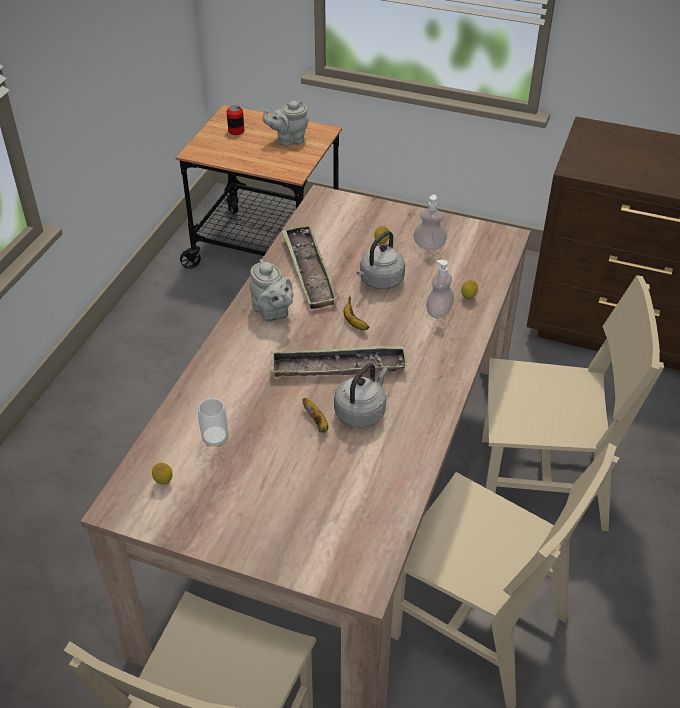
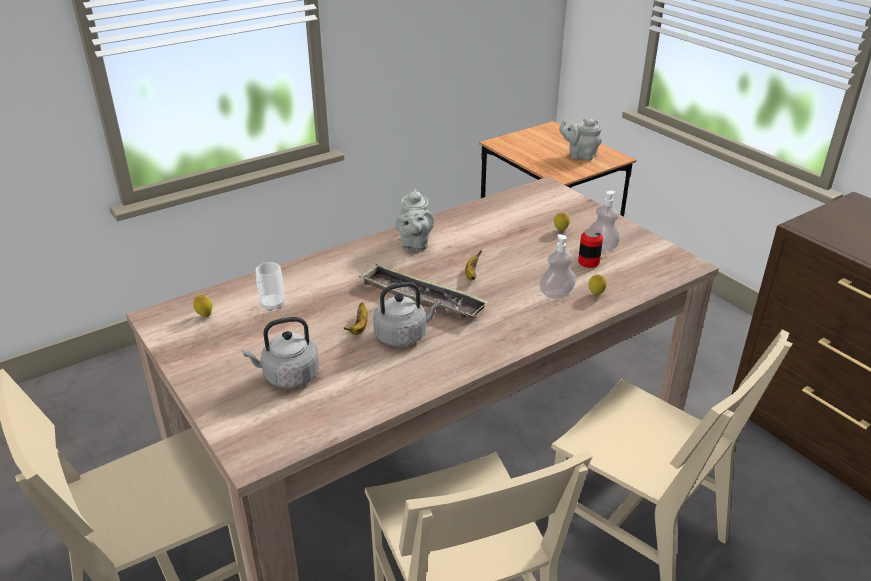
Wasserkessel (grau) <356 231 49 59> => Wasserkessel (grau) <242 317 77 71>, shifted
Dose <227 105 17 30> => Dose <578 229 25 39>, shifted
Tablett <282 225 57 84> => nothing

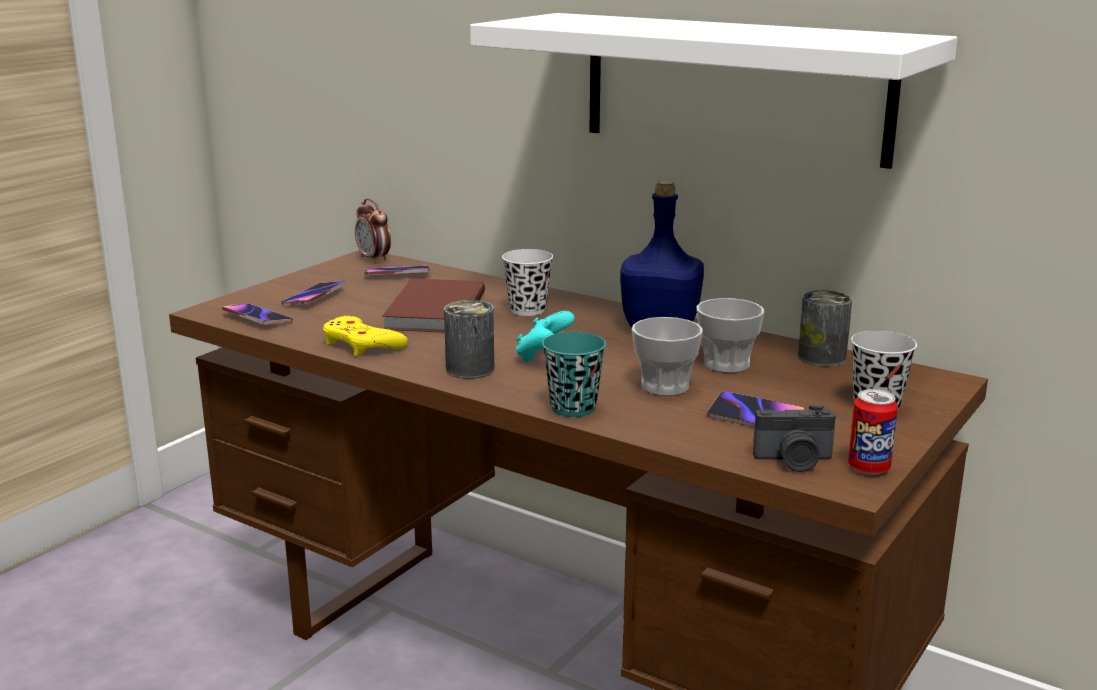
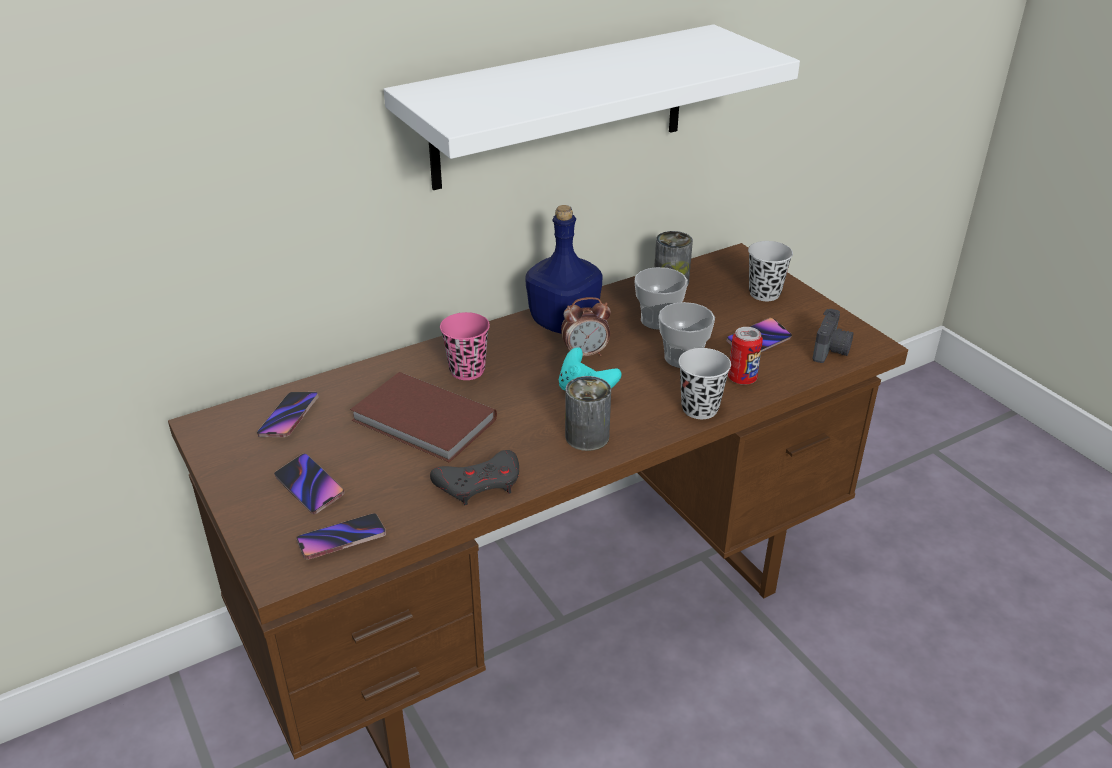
Gamepad (gelb) <323 316 85 40> => Gamepad (grau) <430 450 89 55>
Tasse (weiß) <502 249 51 67> => Tasse (rosa) <440 312 50 68>
Wecker <355 198 36 66> => Wecker <561 297 50 59>, shifted
Tasse (türkis) <542 332 64 85> => Tasse (schwarz) <679 348 52 71>
Dose <848 389 50 86> => Dose <728 327 35 58>, shifted

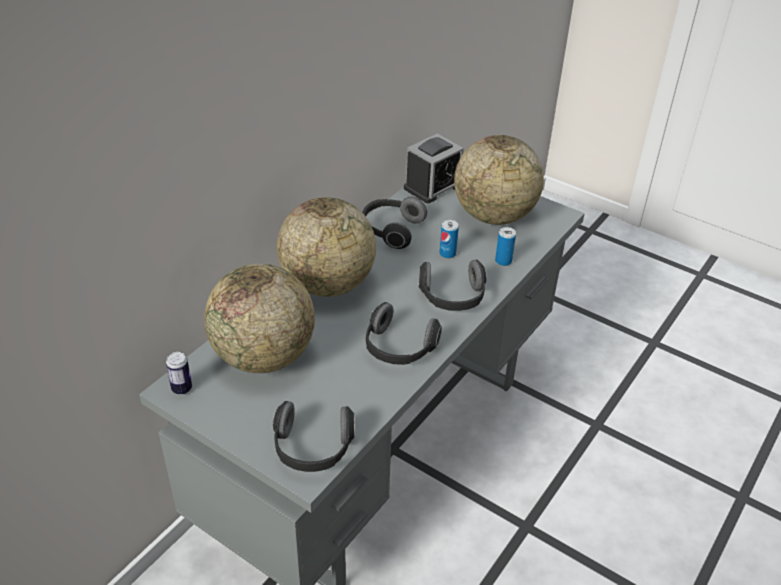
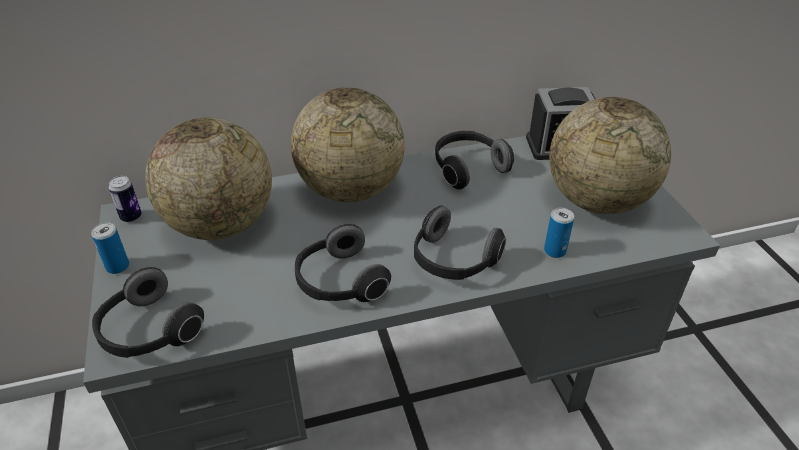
Dose <439 220 20 38> => Dose <91 223 38 51>, shifted

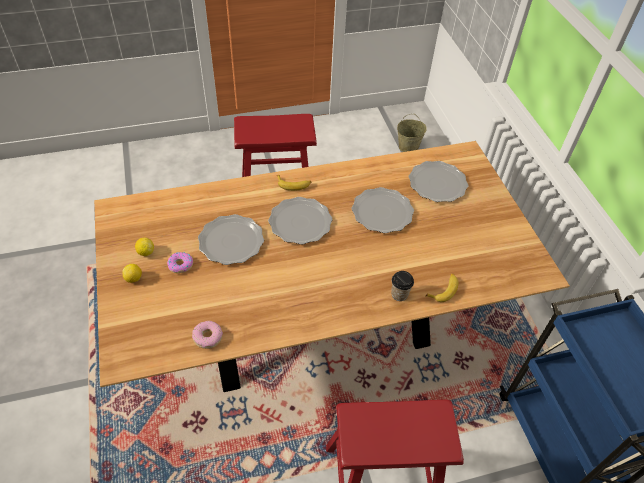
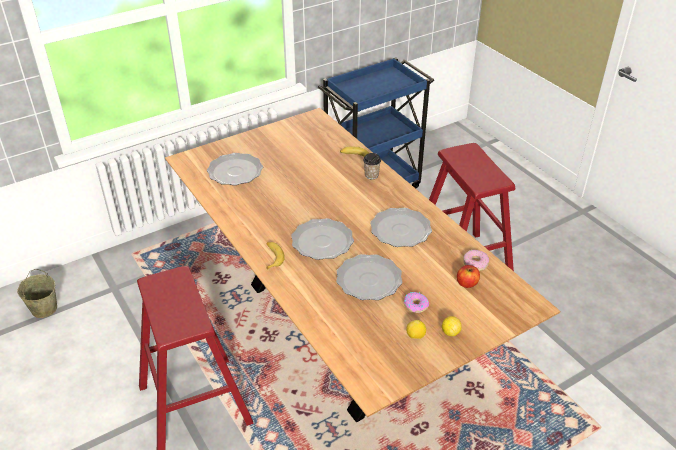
Teller <352 187 62 46> => Teller <370 208 62 39>, shifted
nothing => Apfel <457 265 23 23>

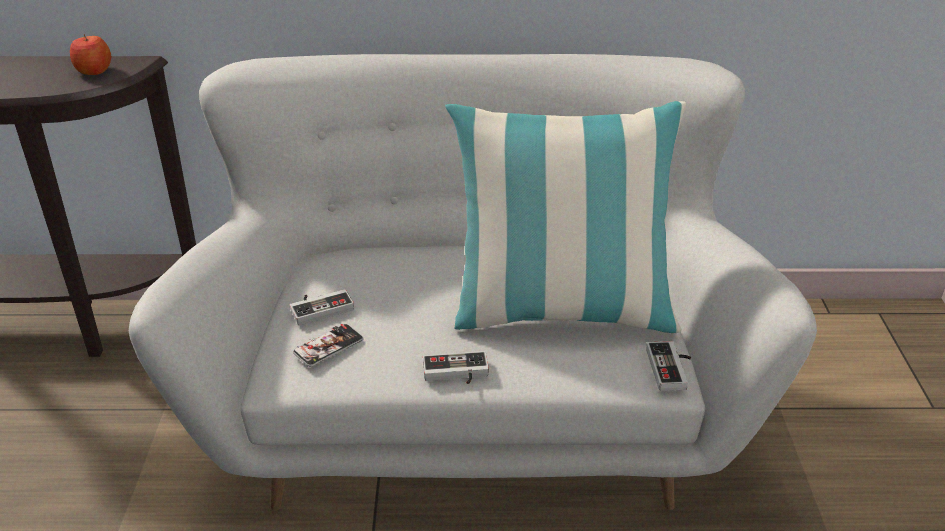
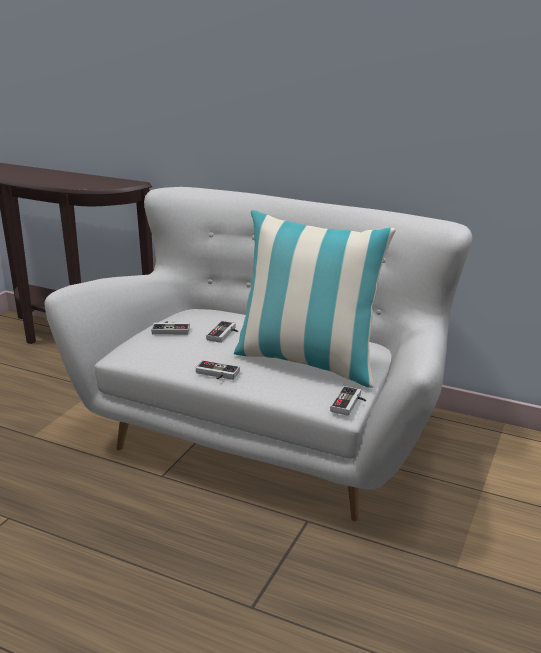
nothing => Gamepad <206 321 32 22>
Apfel <70 34 42 41> => nothing
Handy <293 324 70 43> => nothing

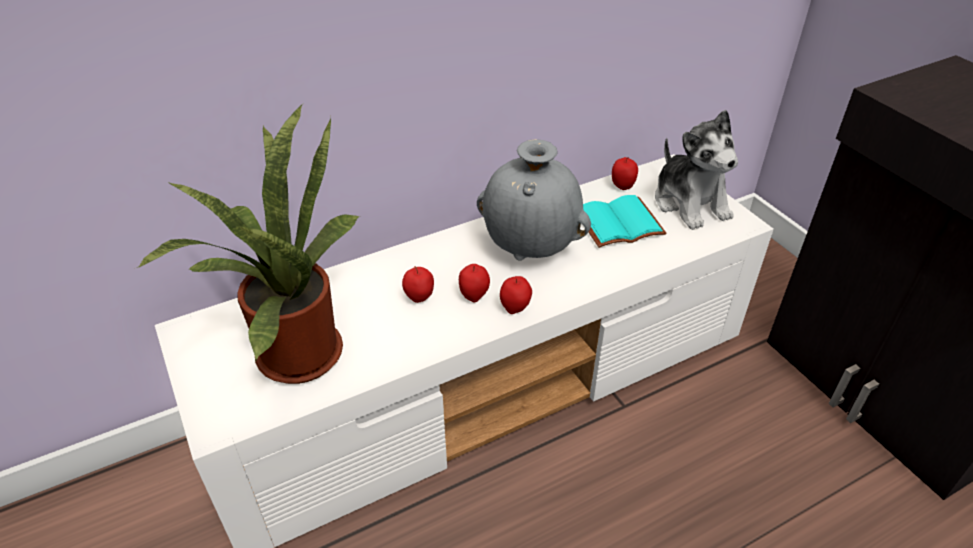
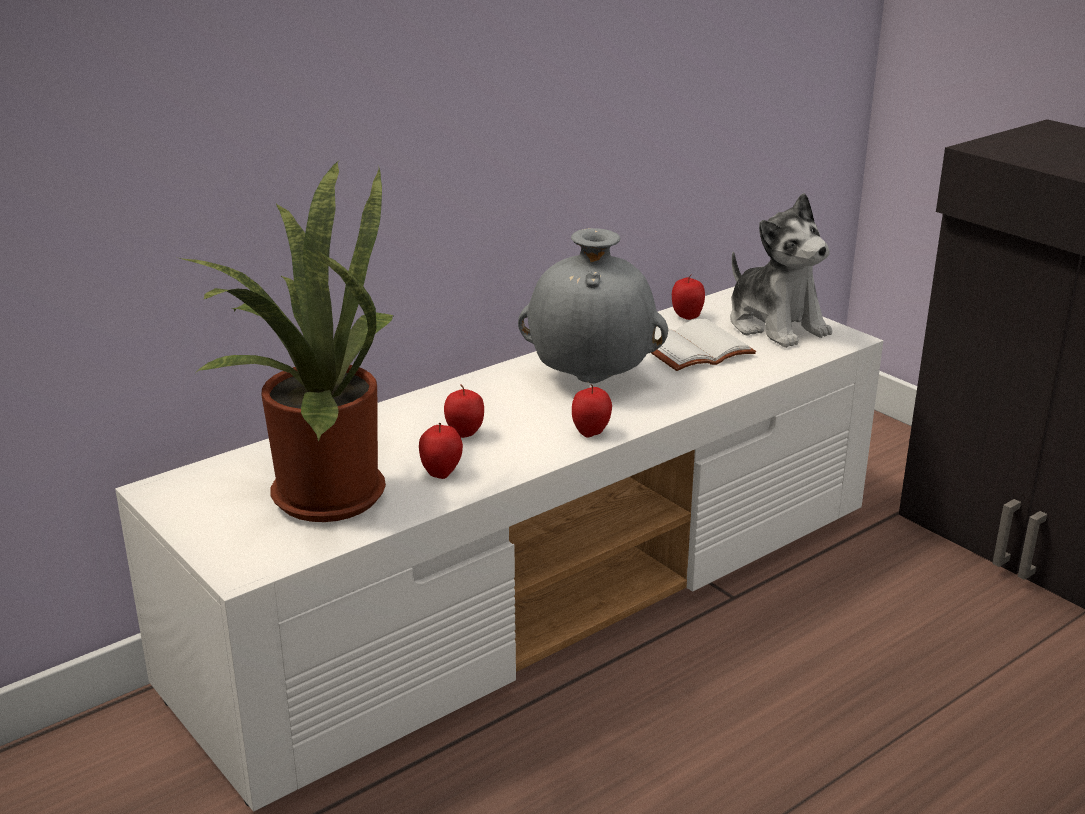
Apfel <459 264 31 39> => Apfel <419 423 44 56>, shifted
Buch (türkis) <583 195 83 53> => Buch (weiß) <651 319 105 52>

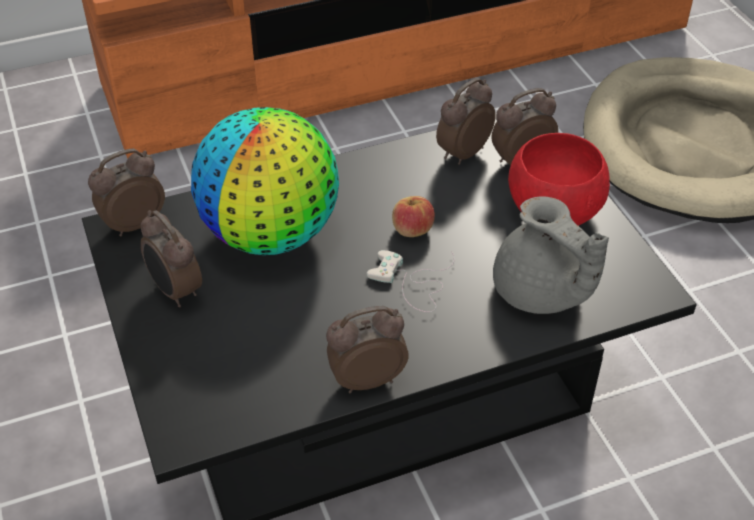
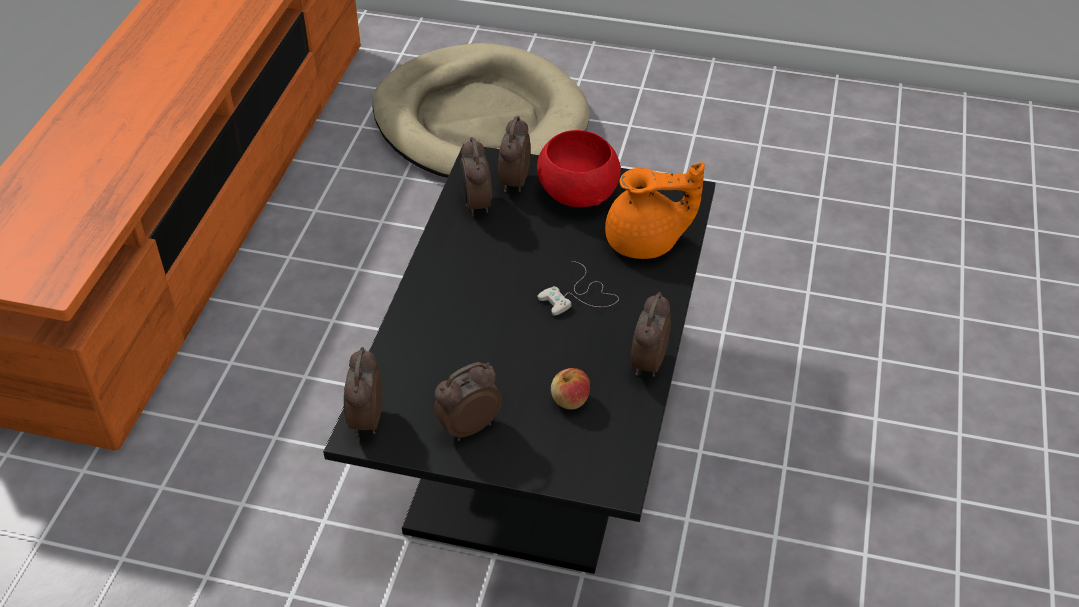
Wecker <141 210 61 97> => Wecker <434 362 68 79>, 150 degrees clockwise
Apfel <392 196 43 41> => Apfel <551 368 39 42>, shifted
Teekanne (grau) <493 196 116 118> => Teekanne (orange) <605 162 100 97>
Globus <191 107 148 148> => nothing

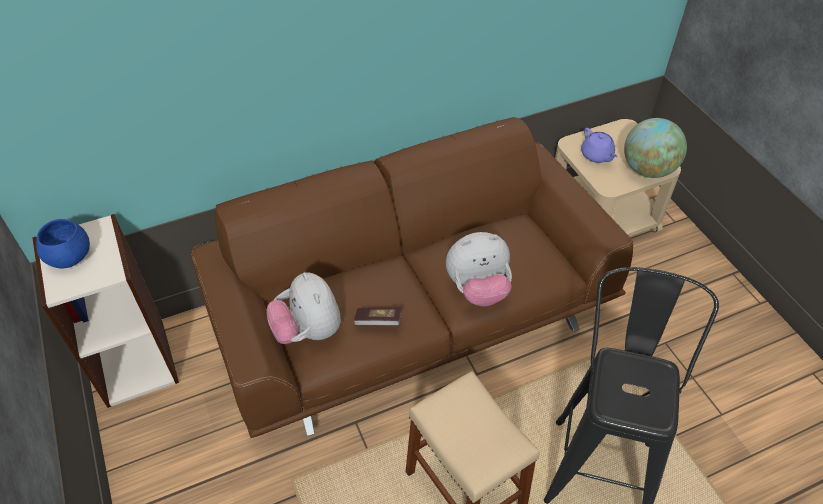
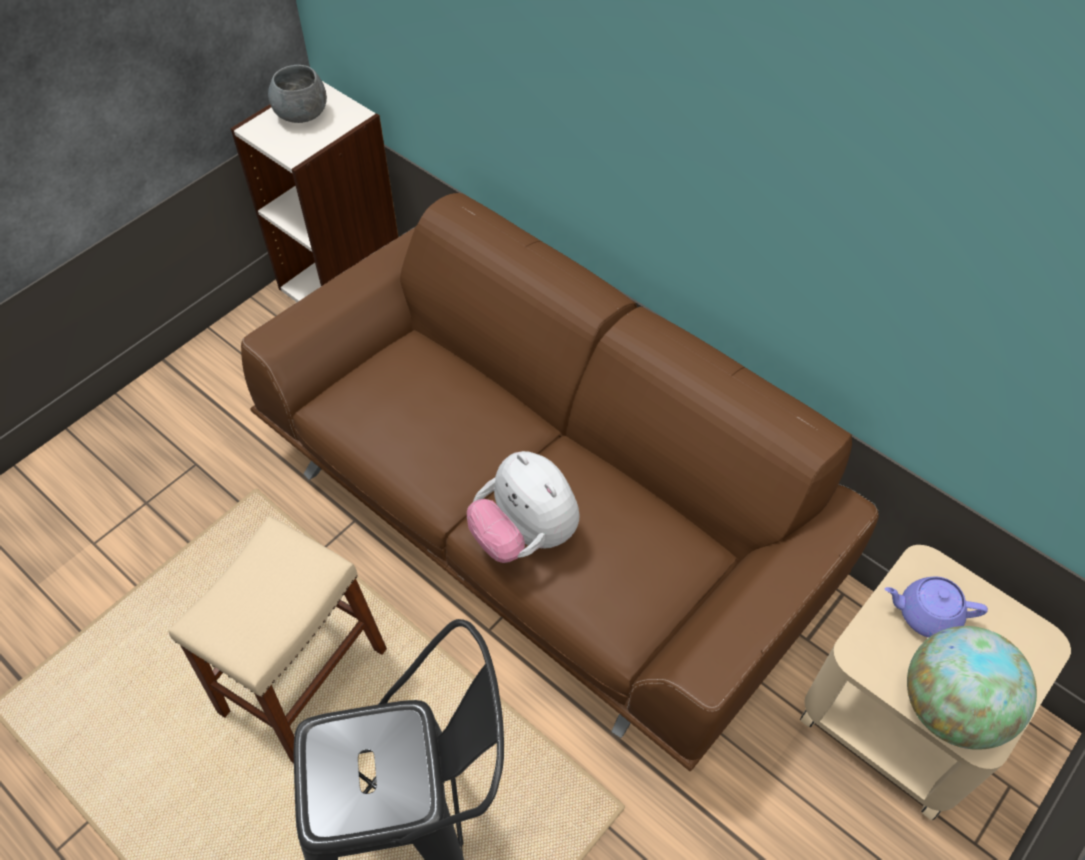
Schüssel (blau) <36 219 54 50> => Schüssel (grau) <268 65 59 58>
Teekanne (lila) <581 128 37 35> => Teekanne (lila) <885 576 103 62>, 60 degrees clockwise
Plüschtier <267 272 74 72> => nothing
Buch <354 307 48 19> => nothing

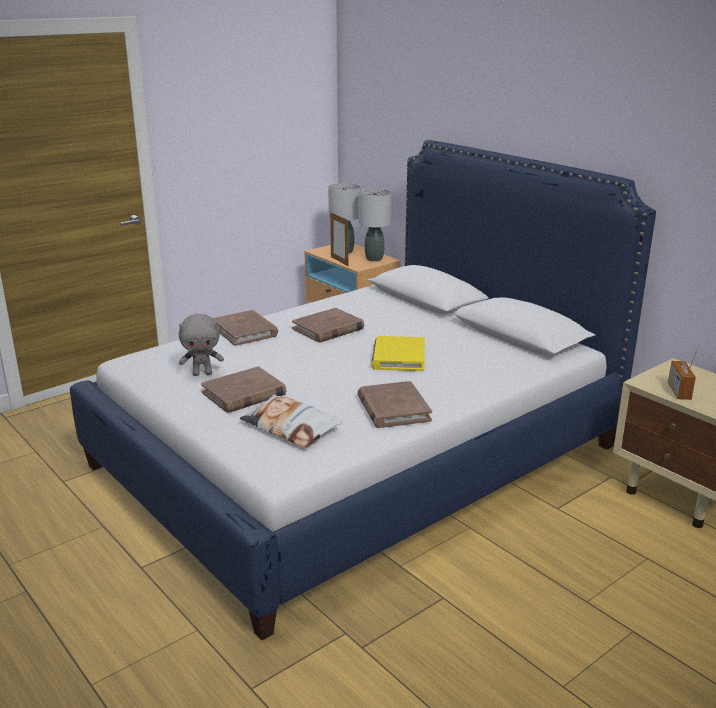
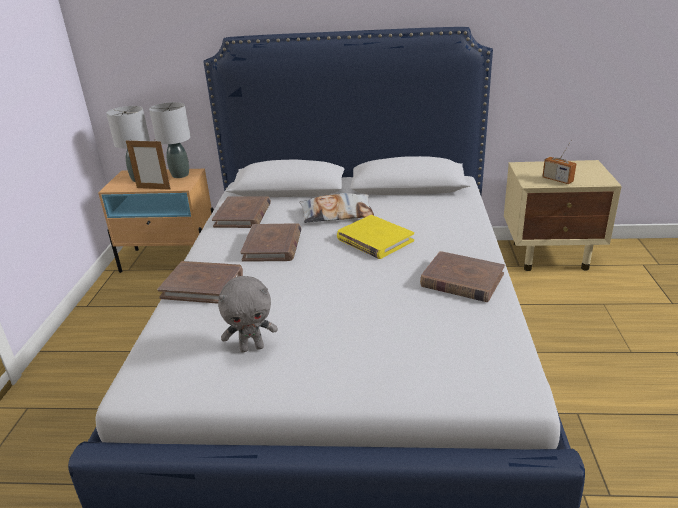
Buch (braun) <201 366 85 47> => Buch (braun) <212 196 59 32>, shifted
Plüschtier (grau) <179 314 45 62> => Plüschtier (grau) <218 276 60 76>, 45 degrees clockwise
Kissen <240 394 103 54> => Kissen <299 193 75 30>, shifted

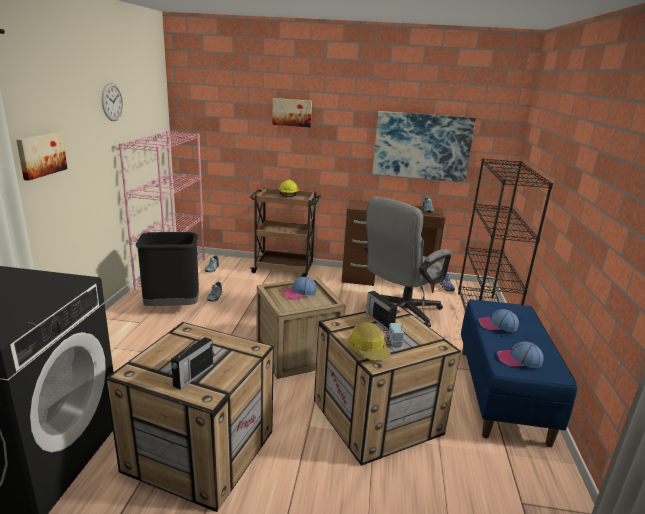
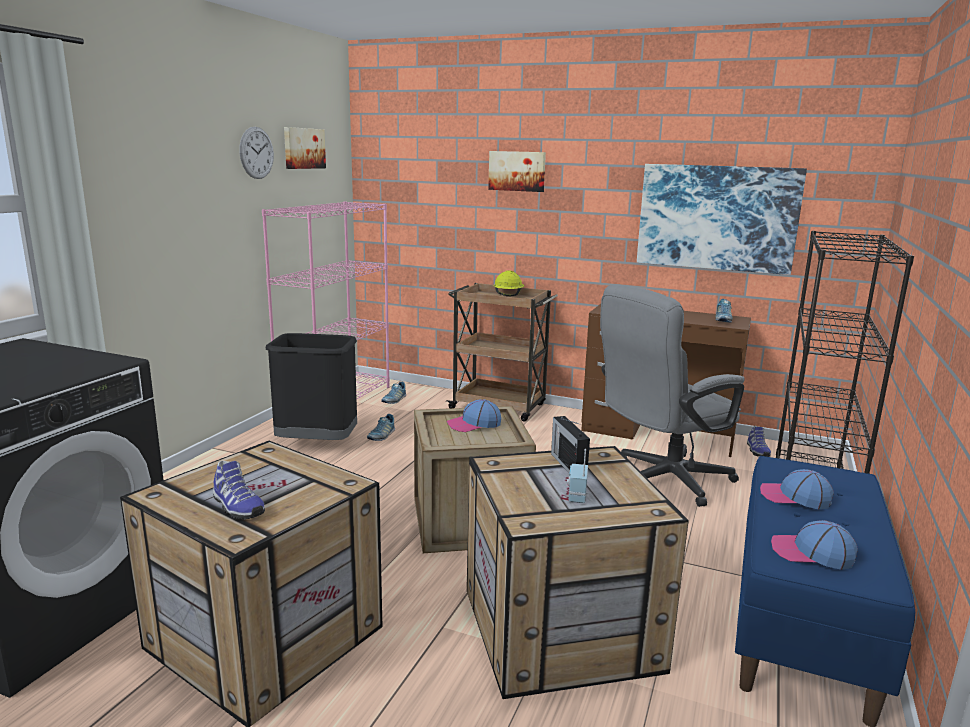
Radio <171 337 42 53> => Schuh <213 461 52 59>
Bild <16 132 52 49> => Bild <284 127 42 42>, shifted
Schutzhelm <348 322 43 39> => nothing

